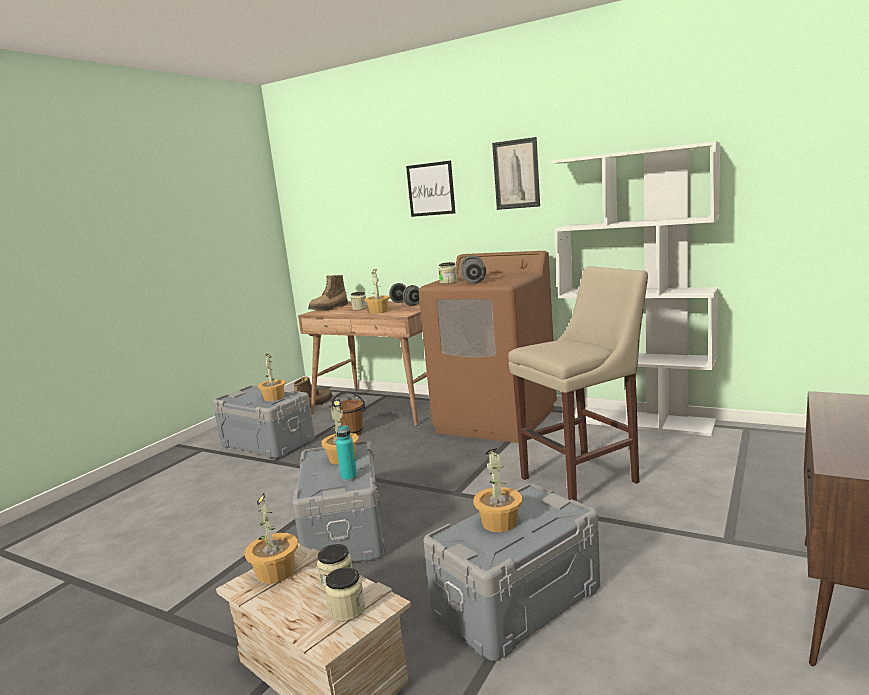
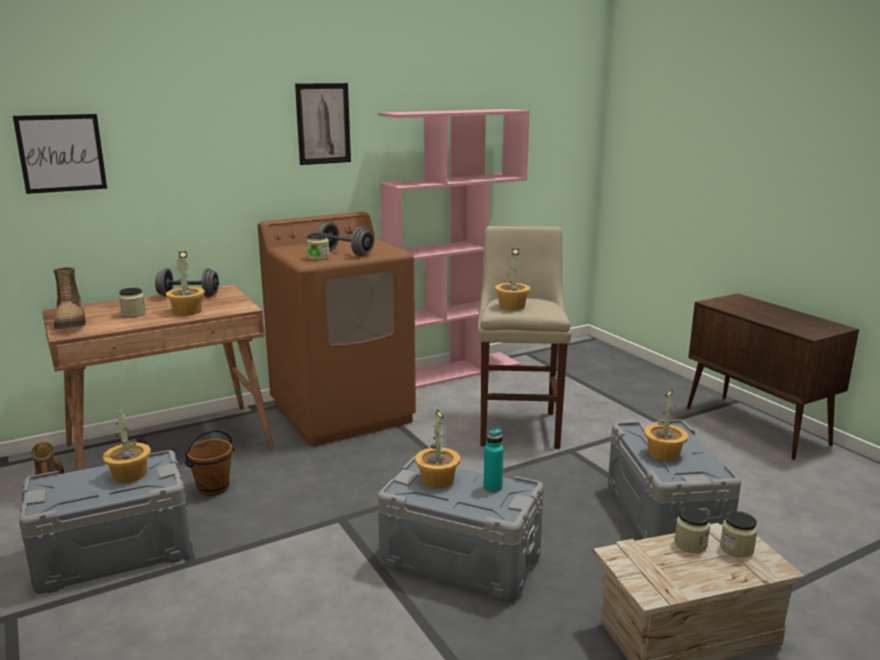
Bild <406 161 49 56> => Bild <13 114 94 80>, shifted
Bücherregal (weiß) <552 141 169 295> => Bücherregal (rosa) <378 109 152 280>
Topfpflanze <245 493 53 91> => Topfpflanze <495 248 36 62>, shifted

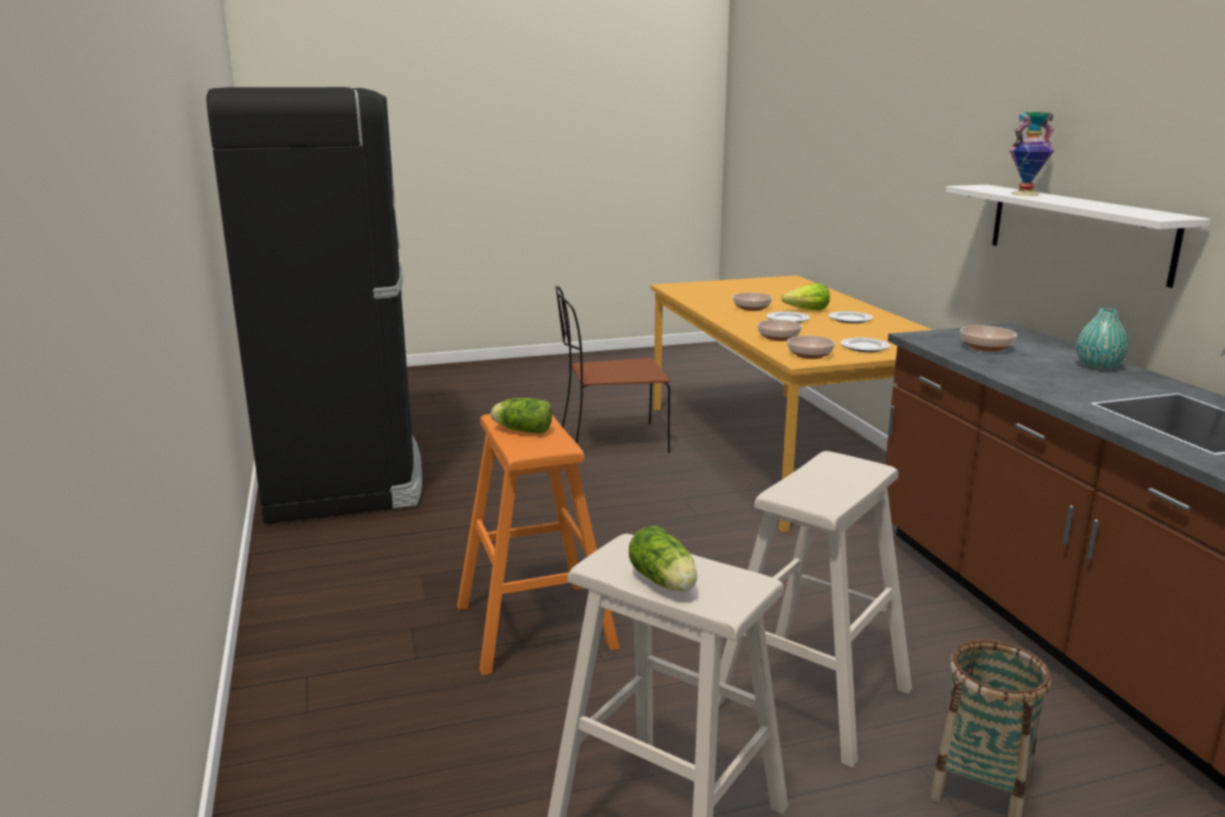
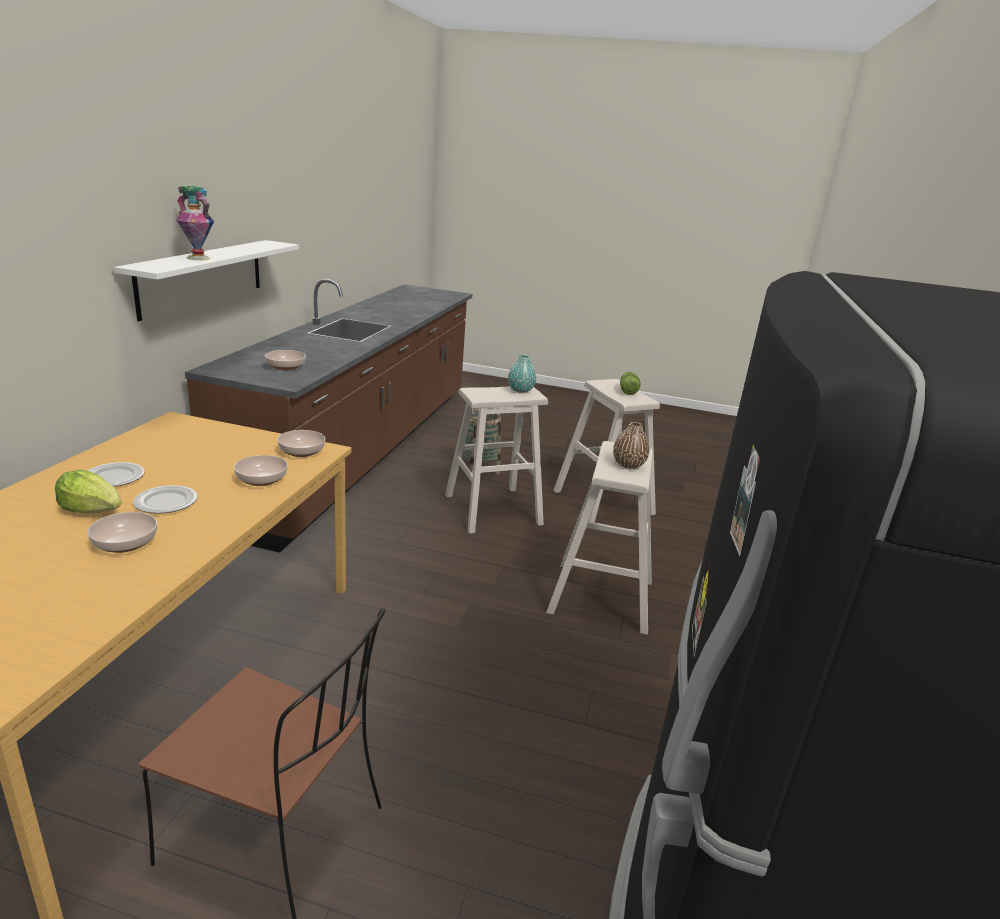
Vase (türkis) <1076 308 52 62> => Vase (türkis) <508 355 28 38>, shifted
Hocker (orange) <457 414 162 261> => Hocker (beige) <547 441 106 194>
Salatkopf <491 398 61 36> => Vase (braun) <613 421 37 48>
Teller <841 338 49 14> => nothing

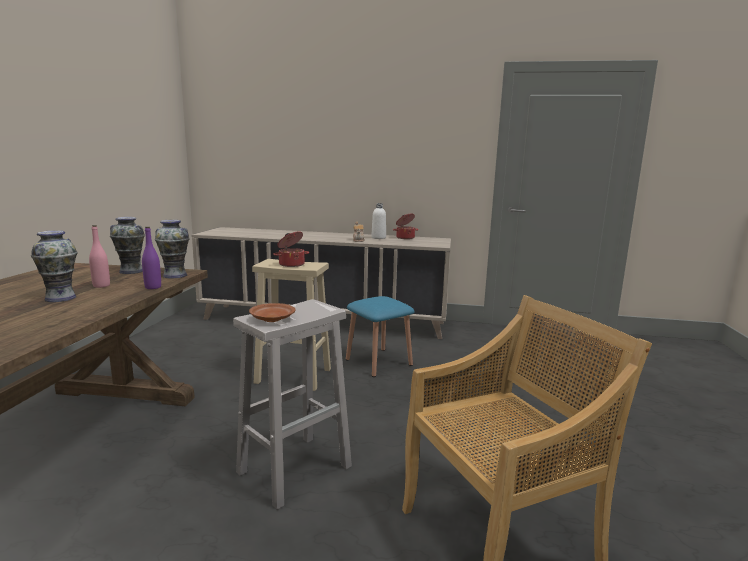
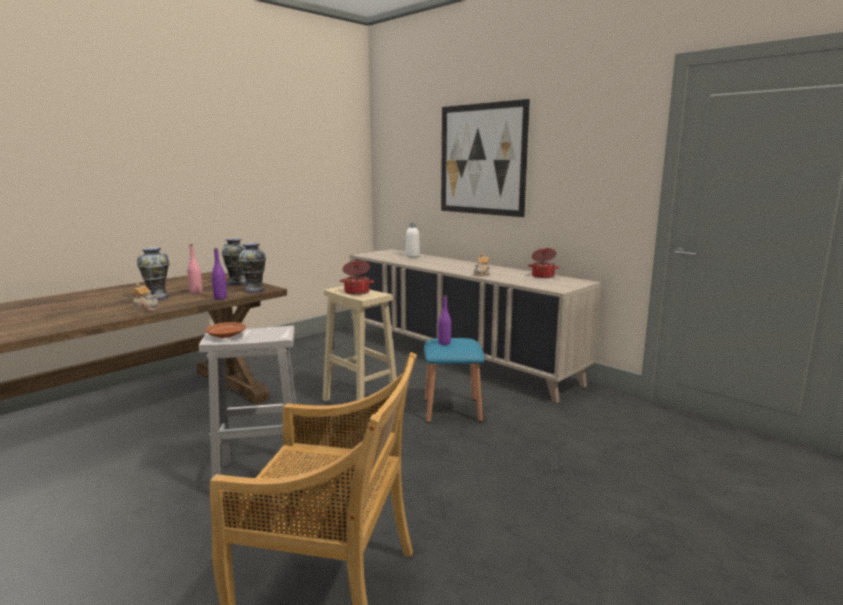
nothing => Teekanne <131 283 28 28>
Flasche (weiß) <371 203 15 36> => Flasche (weiß) <406 223 14 34>, shifted
nothing => Flasche (lila) <438 295 13 50>
nothing => Bild <441 99 89 118>

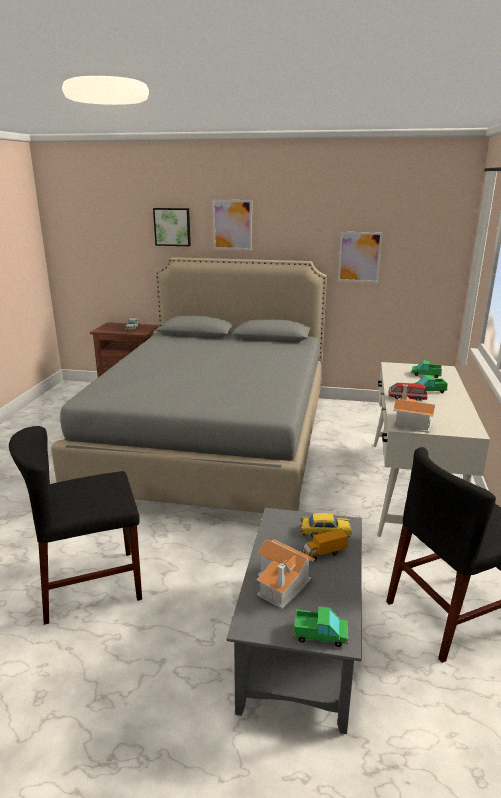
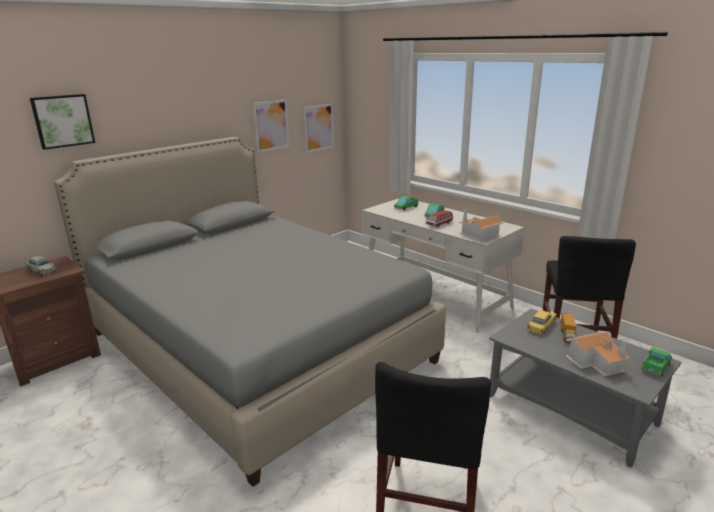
Bild <212 200 40 50> => Bild <303 104 31 49>, shifted

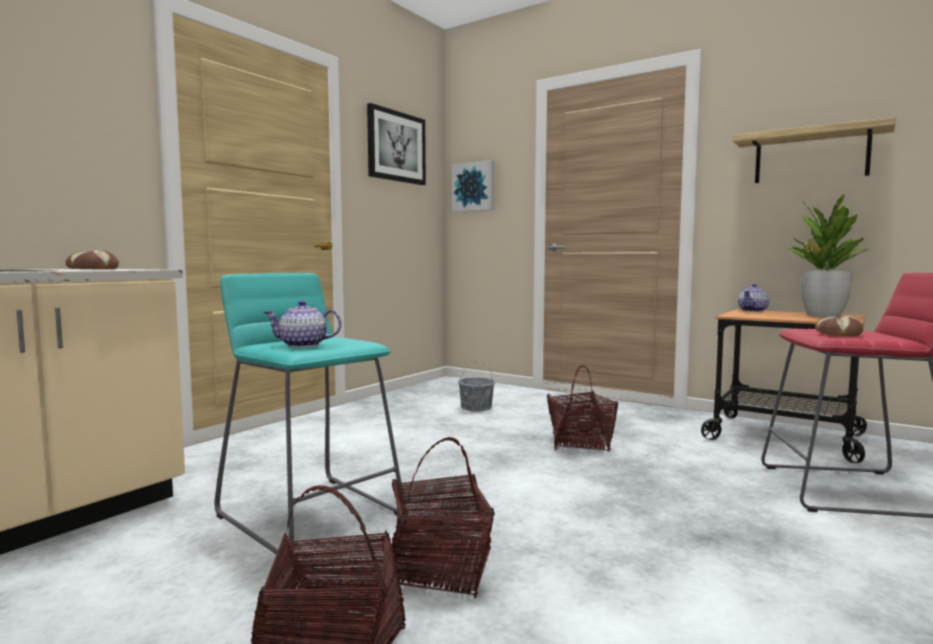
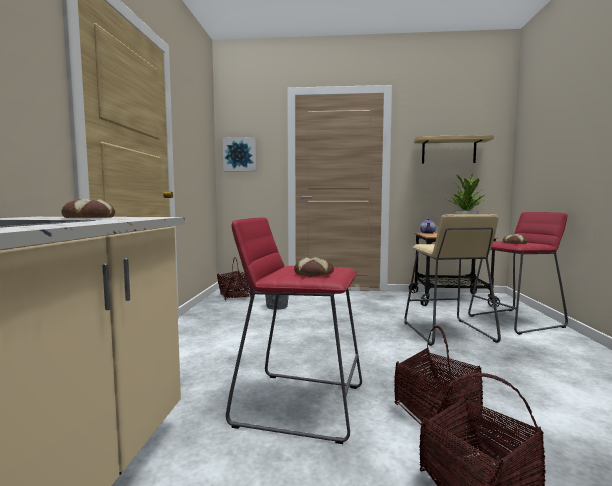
Korb <547 365 71 86> => Korb <217 257 34 43>, shifted
Hocker (türkis) <215 273 189 281> => Hocker (rot) <226 217 136 227>
Teekanne <264 300 77 48> => Brot <294 257 40 20>
nothing => Hocker (beige) <405 214 96 132>
Bild <367 103 59 82> => nothing

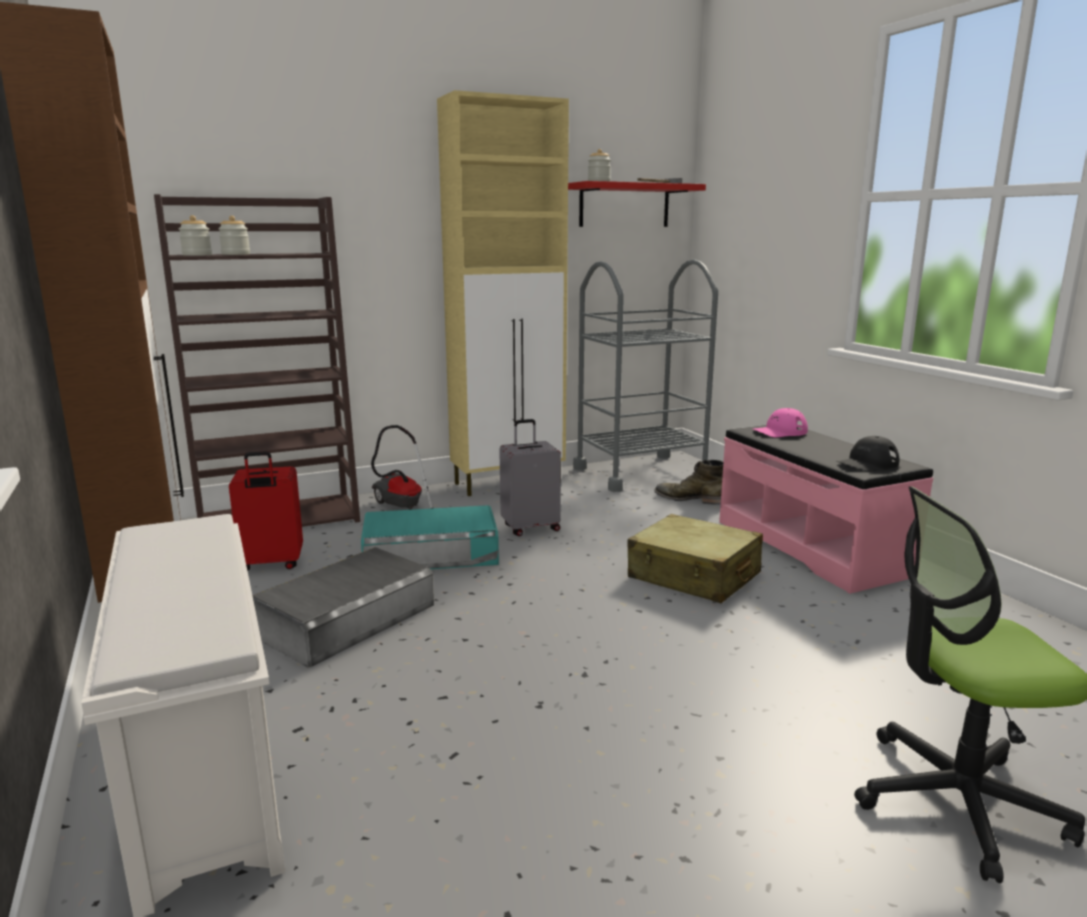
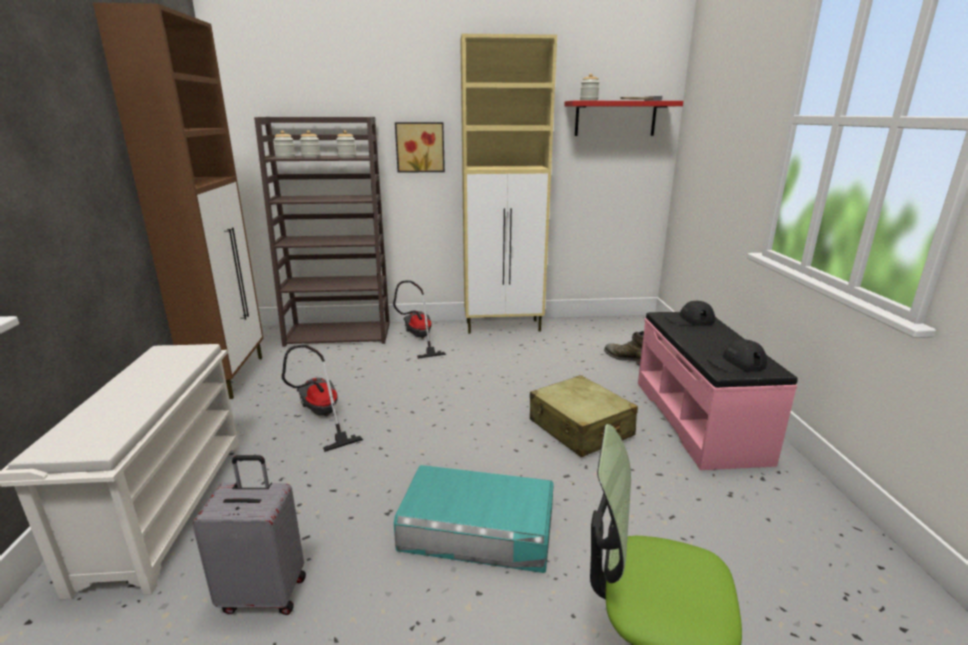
Koffer (grau) <499 419 62 117> => Koffer (grau) <192 455 114 160>, shifted
Aufbewahrungsbox (grau) <252 547 182 121> => Staubsauger <282 345 81 107>
nothing => Vorratsglas <336 130 20 28>
Aufbewahrungsbox (türkis) <361 505 138 64> => Aufbewahrungsbox (türkis) <394 465 160 108>, shifted
nothing => Bild <395 122 50 51>
Kappe (rosa) <753 408 55 29> => Kappe (schwarz) <665 301 50 25>
Koffer (rot) <229 451 74 120> => nothing
Rollwagen (grau) <573 259 145 233> => nothing

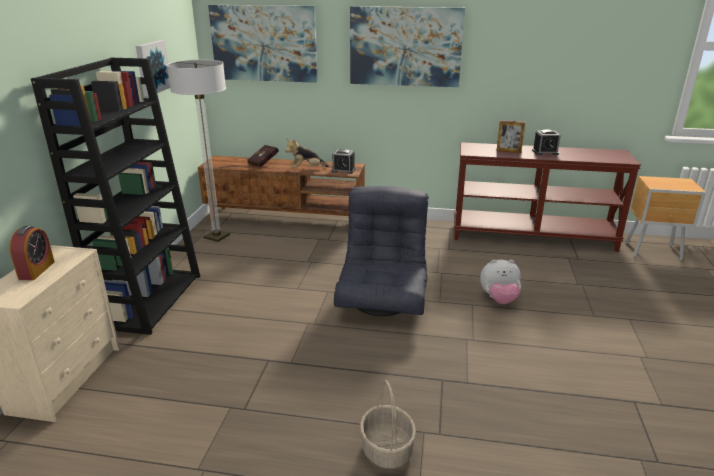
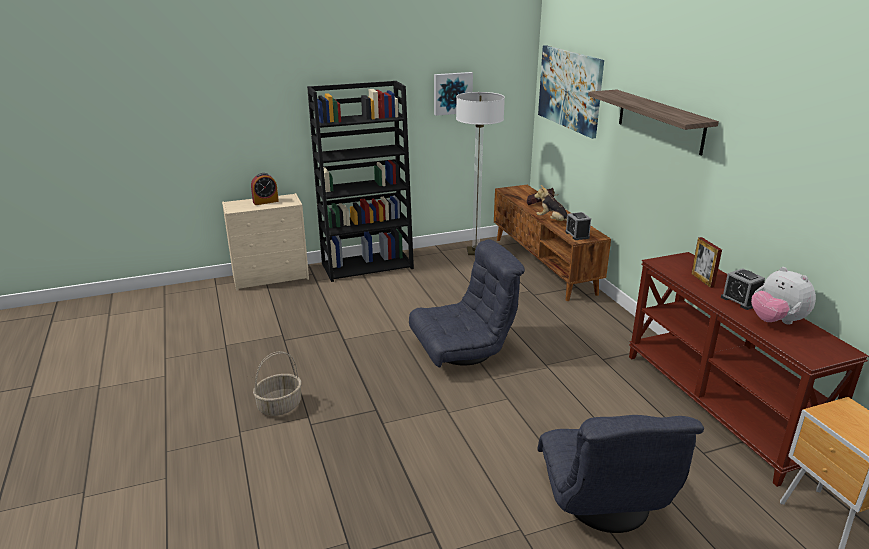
nothing => Sessel (grau) <538 415 166 118>
Bild <350 6 115 81> => Wandregal <588 90 131 65>
Plüschtier <480 259 41 45> => Plüschtier <751 267 65 58>, shifted

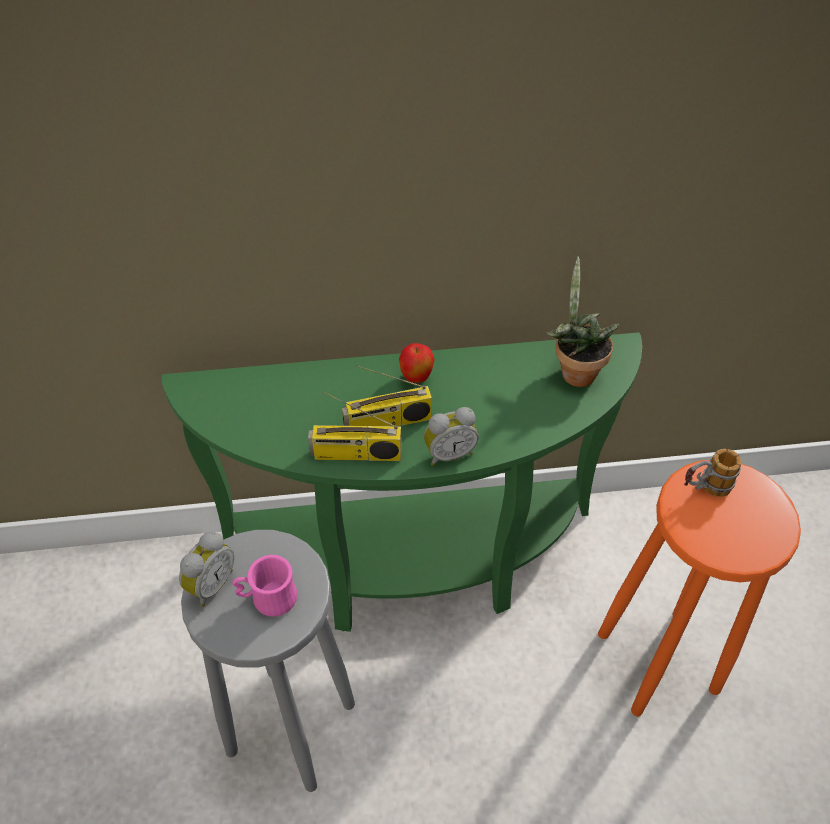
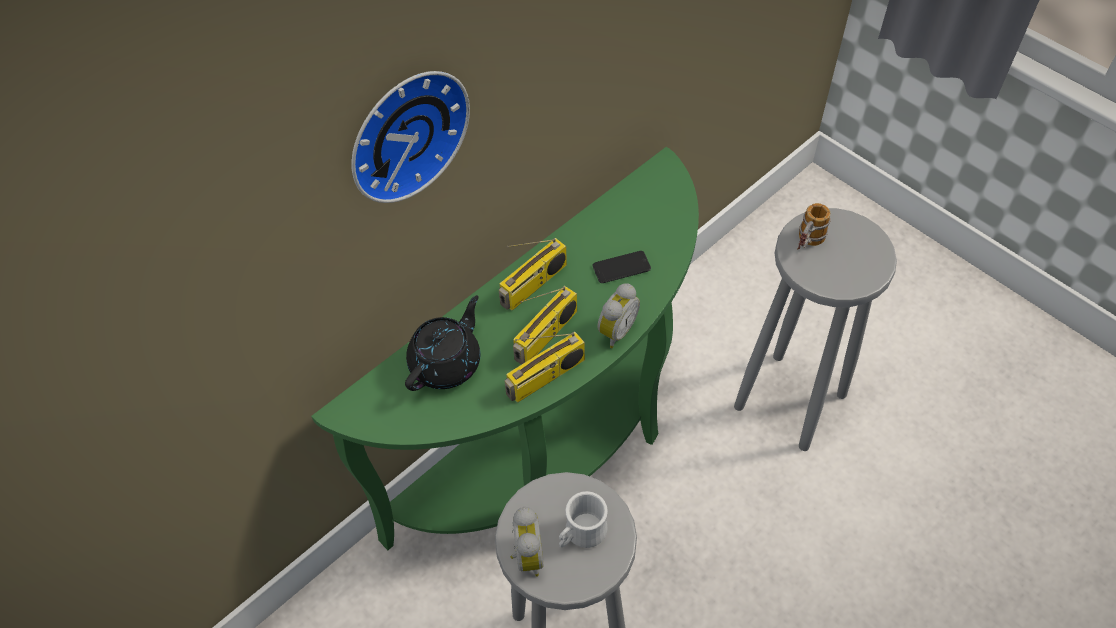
nothing => Wanduhr <352 71 118 132>
nothing => Teekanne (schwarz) <405 295 75 96>
Apfel <399 343 36 40> => Radio <499 238 68 73>
Henkelbecher (rosa) <232 555 65 62> => Henkelbecher (weiß) <559 491 49 57>
nothing => Handy <592 251 59 32>
Hocker (orange) <598 460 203 257> => Hocker (grau) <734 208 163 243>
Topfpflanze <546 256 73 131> => nothing

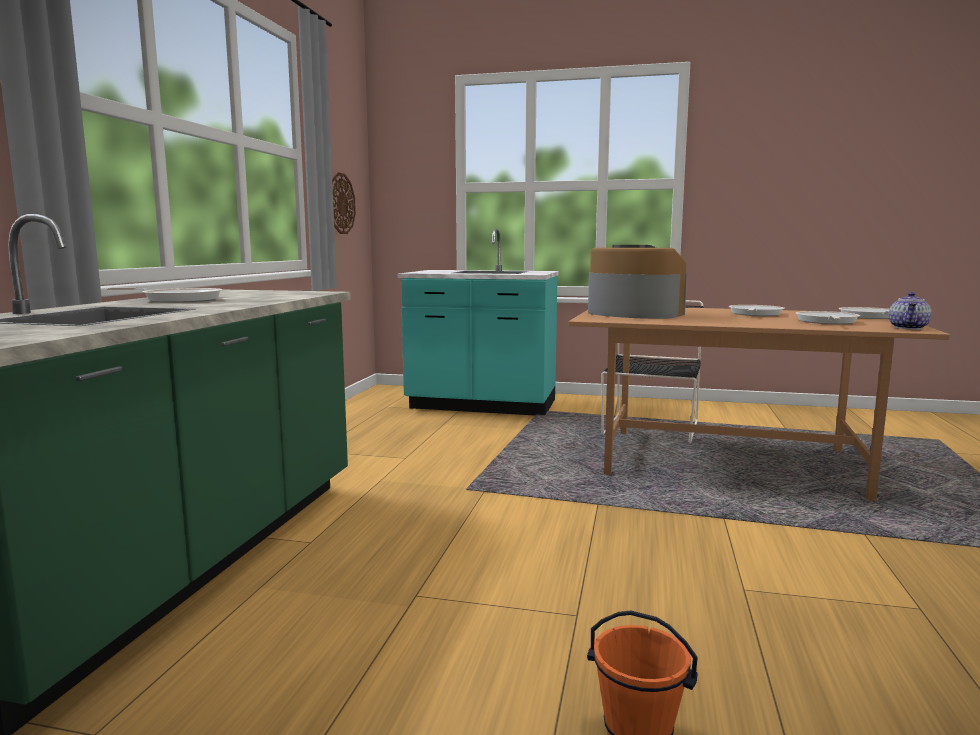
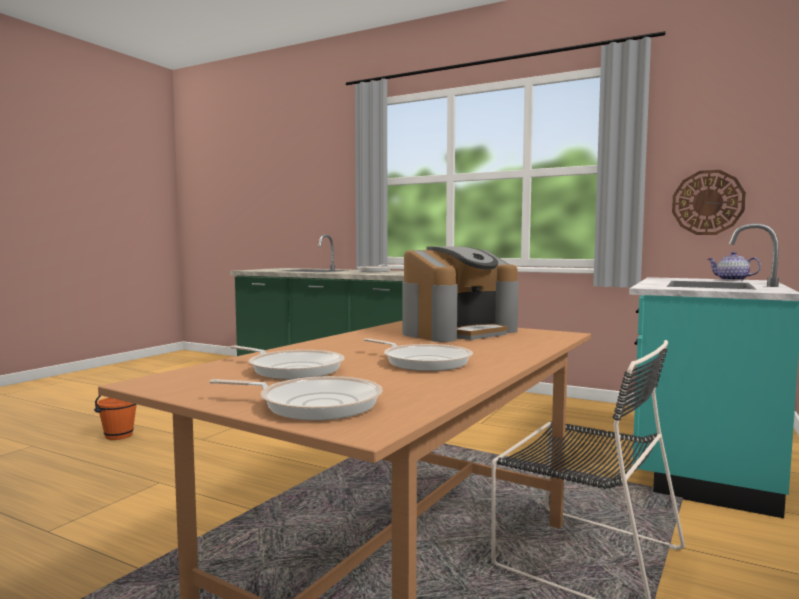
Teekanne <889 292 43 38> => Teekanne <708 252 53 29>, shifted

